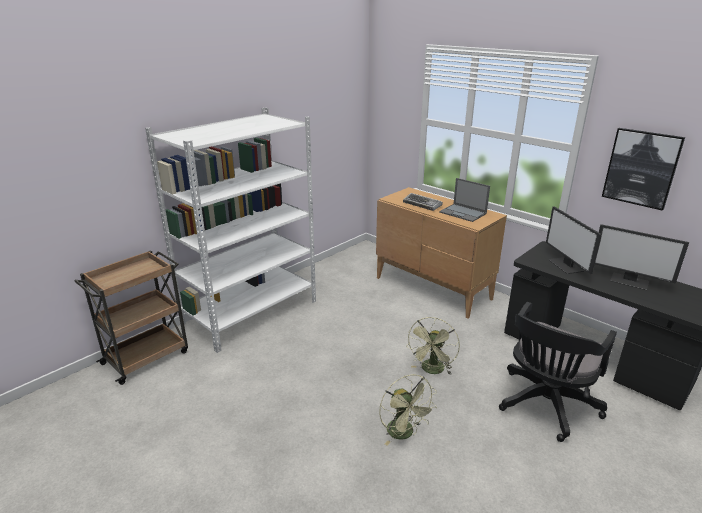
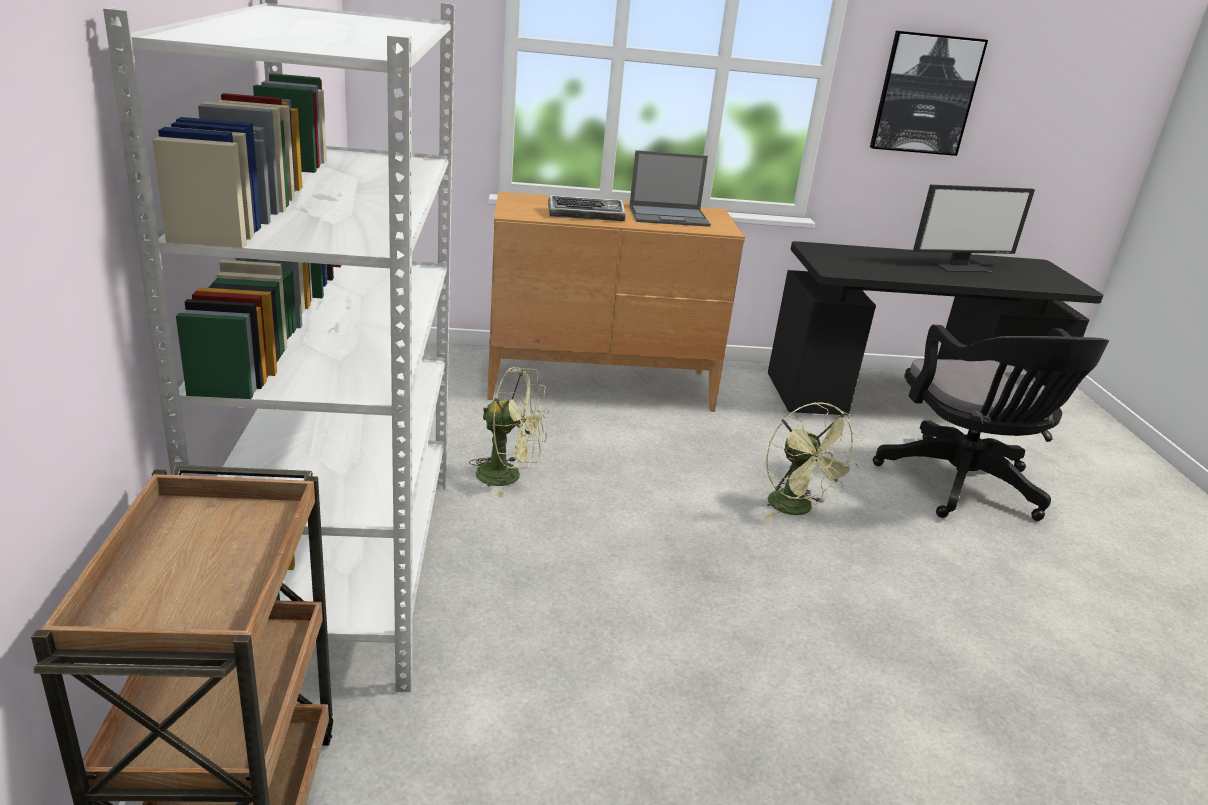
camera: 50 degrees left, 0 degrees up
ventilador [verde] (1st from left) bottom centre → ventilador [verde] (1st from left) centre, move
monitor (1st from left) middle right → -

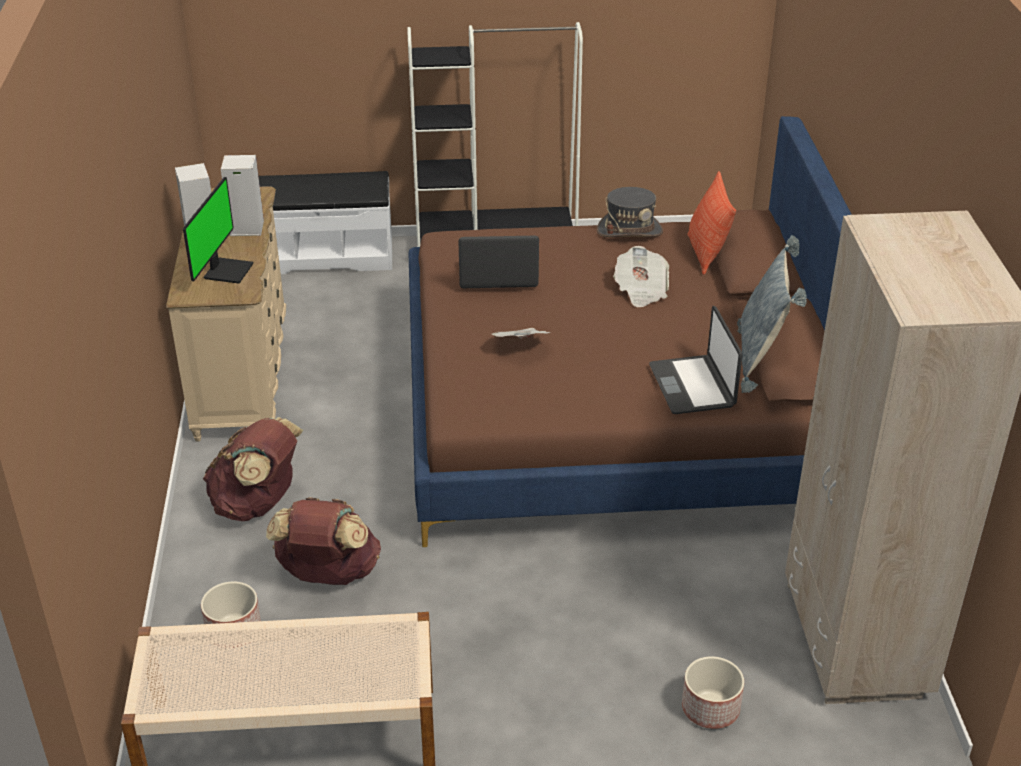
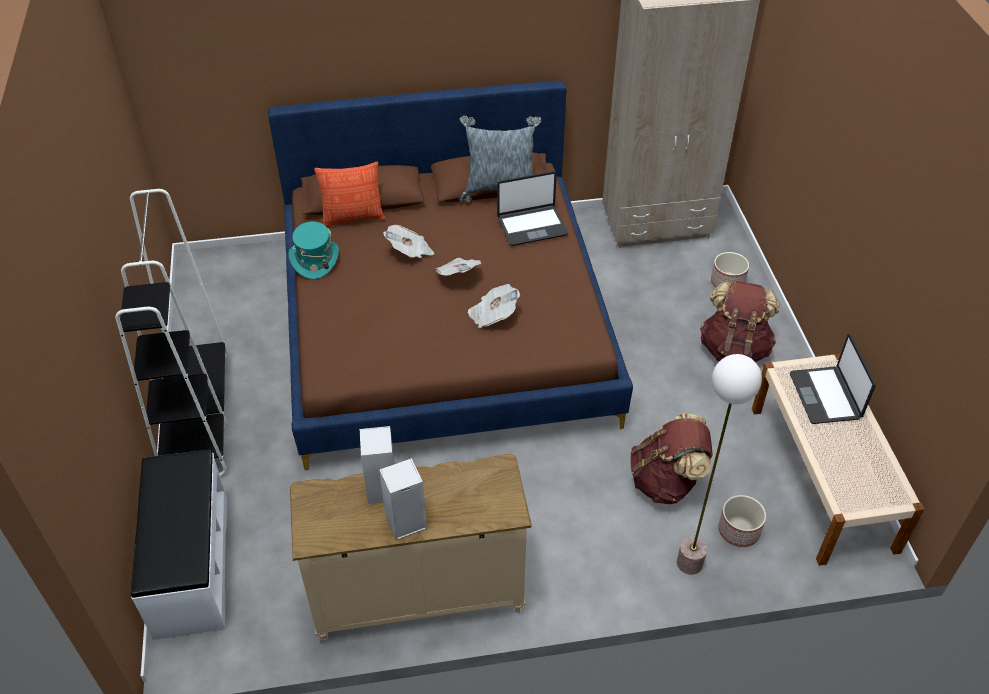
camera: 95 degrees left, 10 degrees up
sombrero [gris] top centre → sombrero [turquesa] middle left
- → periódico (2nd from left) centre
- → lámpara de pie bottom right
mochila [marrón] (1st from left in the first image) middle left → mochila [marrón] (2nd from left) middle right, move
portátil (1st from left in the first image) centre → portátil (2nd from left) middle right, move
monitor top left → -

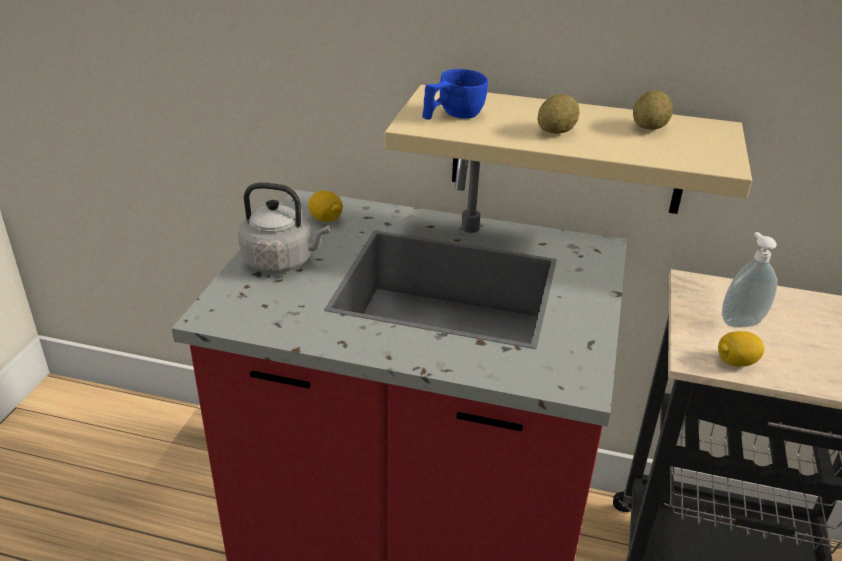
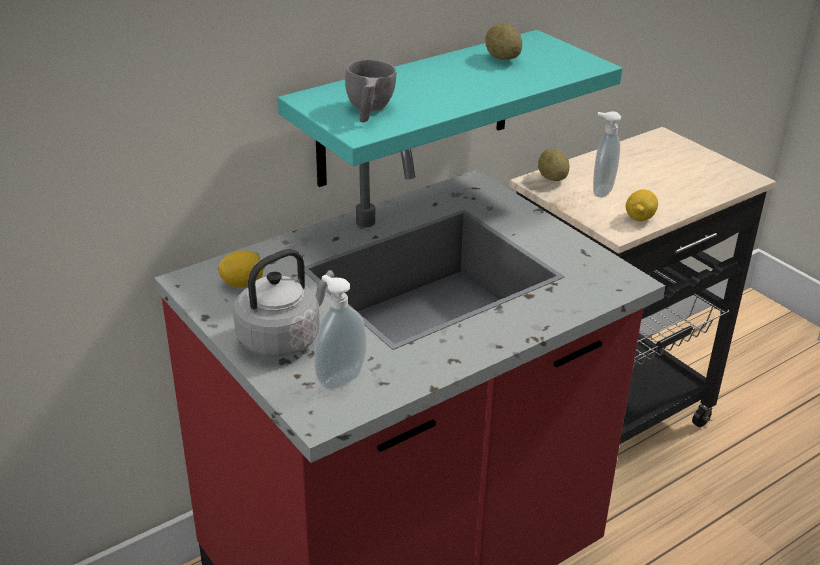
camera: 50 degrees left, 0 degrees up
estante [beis] top right → estante [turquesa] top centre
- → dispensador de jabón (1st from left) centre
taza [azul] top centre → taza [gris] top centre
patata (1st from left in the first image) top centre → patata (2nd from left) top right, move

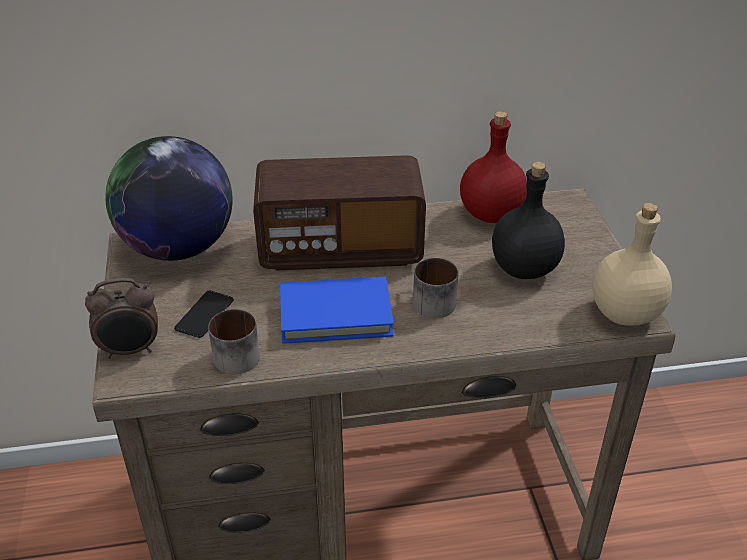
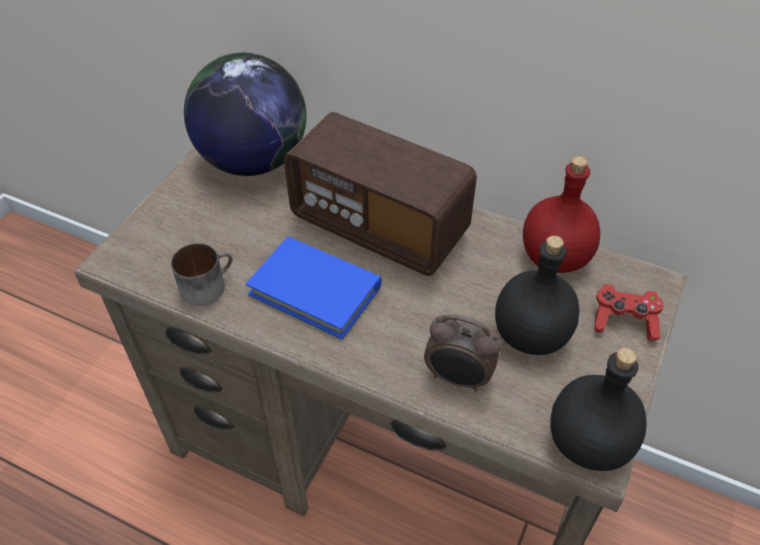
camera: 35 degrees right, 10 degrees up
despertador middle left → despertador centre, move
botella [beis] middle right → botella [negro] (2nd from left) bottom right
- → mando de consola [rojo] middle right
móvil middle left → -
taza grande (2nd from left) centre → -

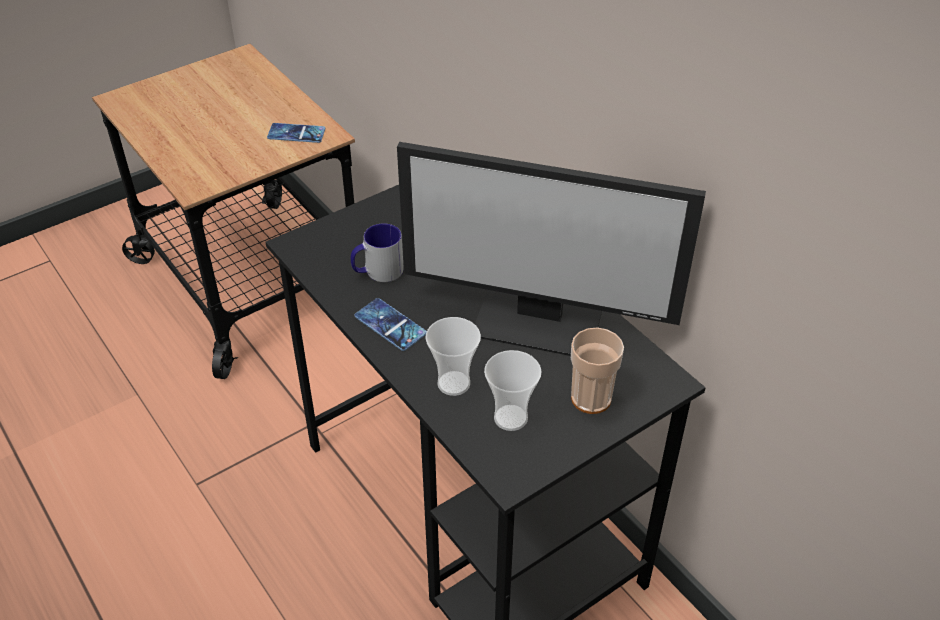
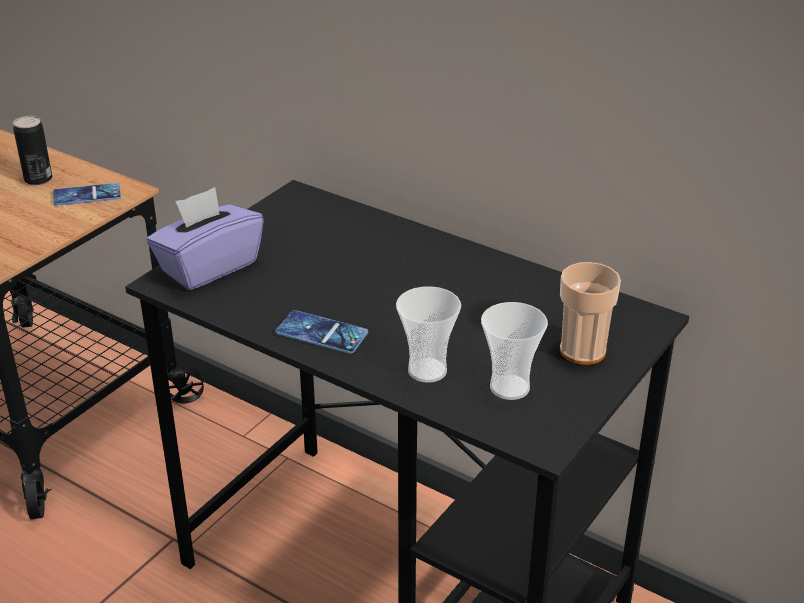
camera: 20 degrees left, 10 degrees down
- → lata top left
- → caja de pañuelos [morado] middle left
taza grande centre → -
monitor centre → -

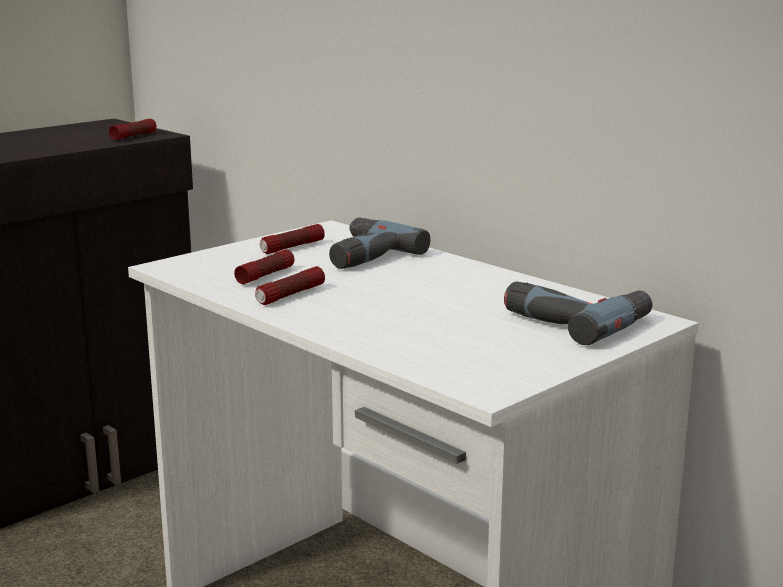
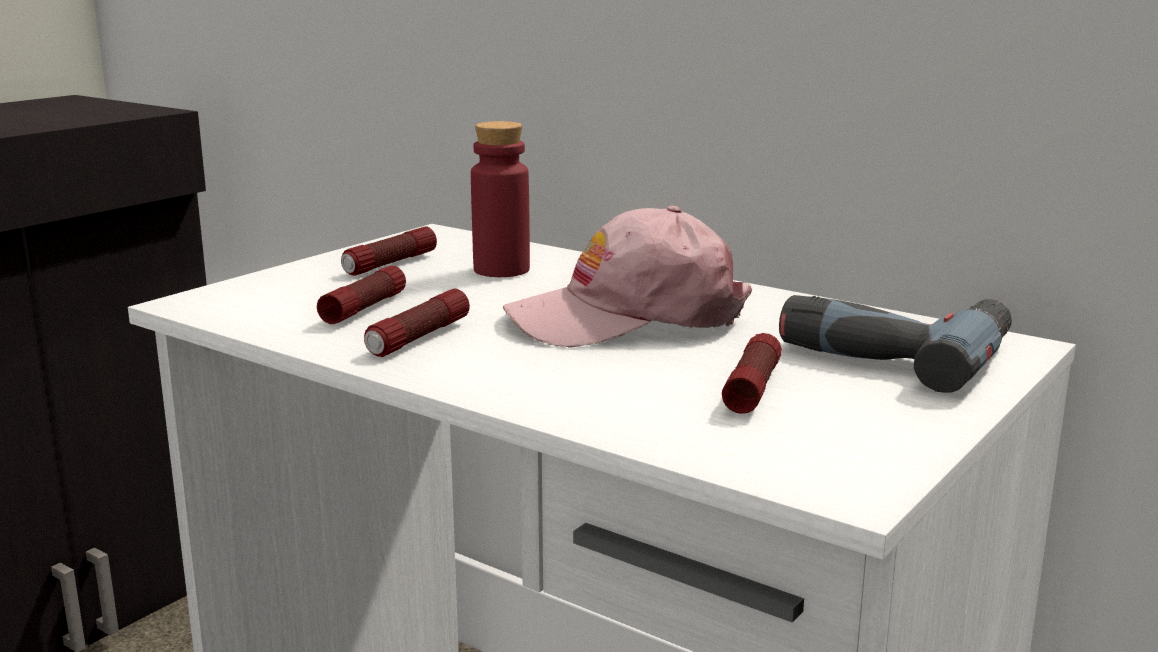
camera: 10 degrees left, 0 degrees up
taladro (1st from left) centre → botella [rojo] top centre
- → gorra [rosa] centre
linterna (1st from left in the first image) top left → linterna (4th from left) centre, move

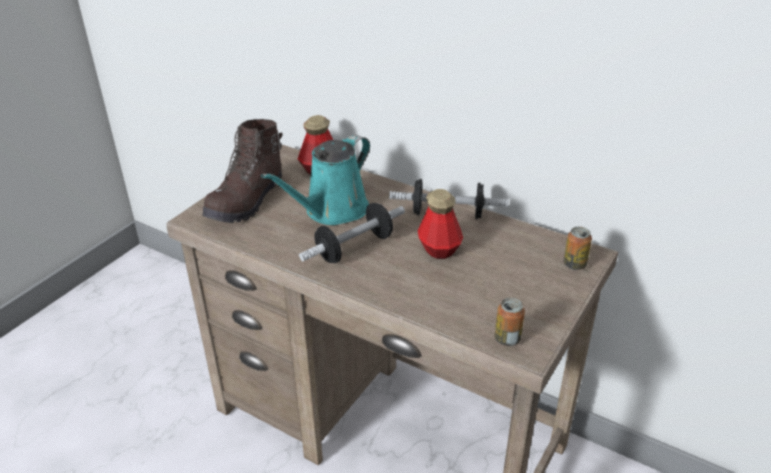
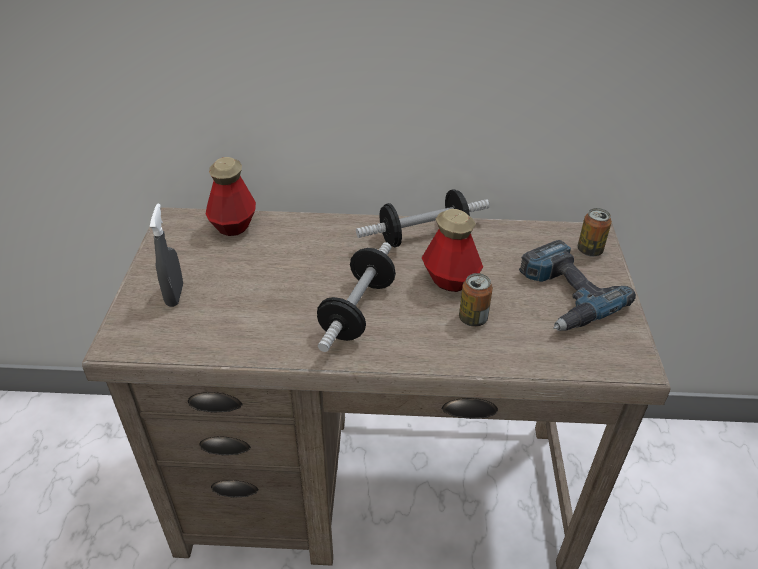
camera: 30 degrees left, 5 degrees up
bota [marrón] middle left → pulverizador [gris] middle left
lata (1st from left) bottom centre → lata (1st from left) centre, move
- → taladro middle right
regadera [turquesa] centre → -

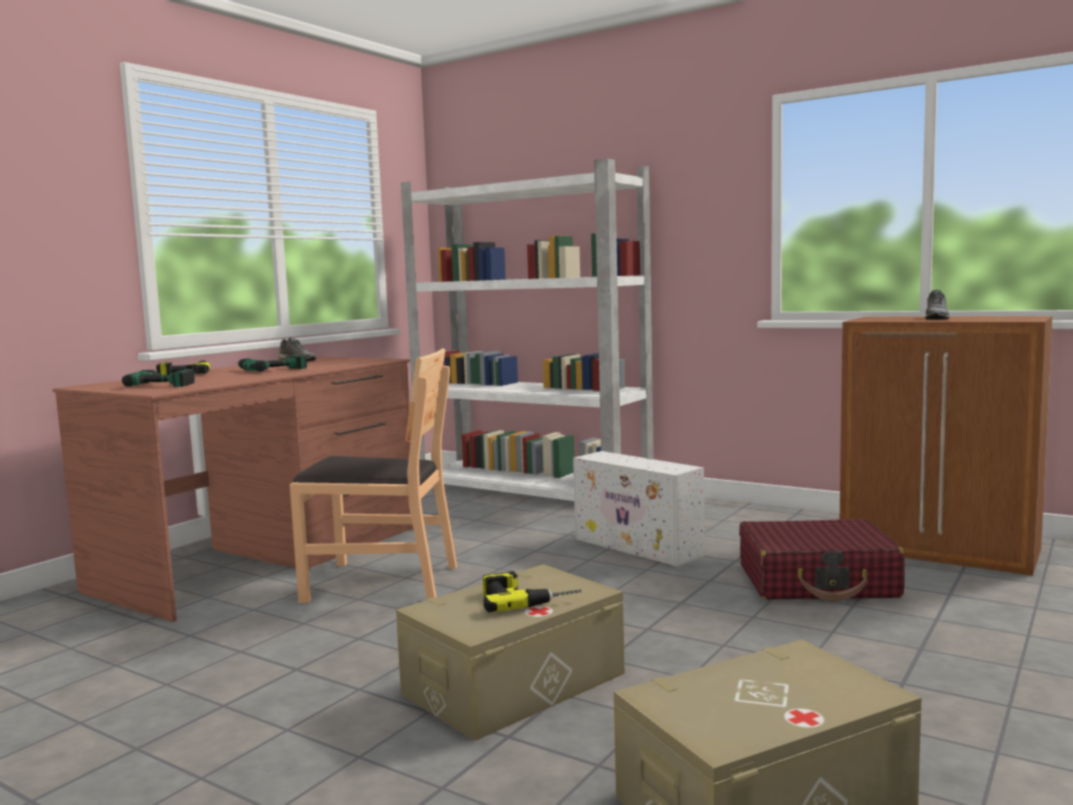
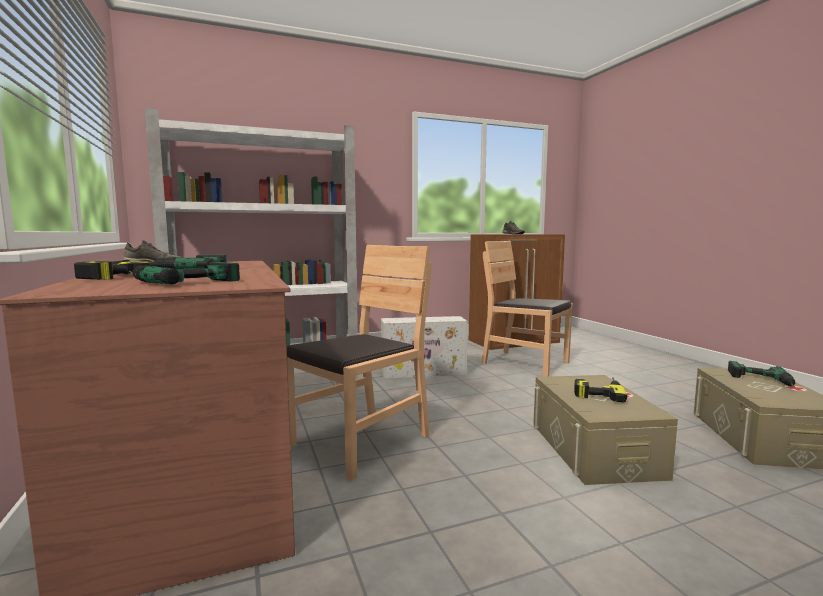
camera: 55 degrees left, 0 degrees up
maleta [rojo] bottom right → silla [marrón] (2nd from left) centre
- → taladro (5th from left) middle right

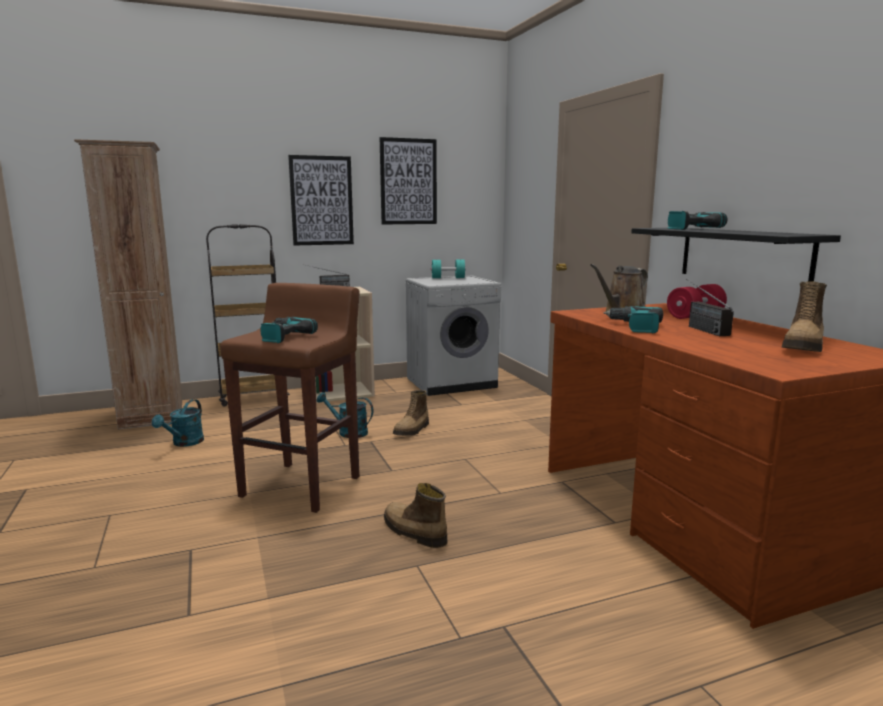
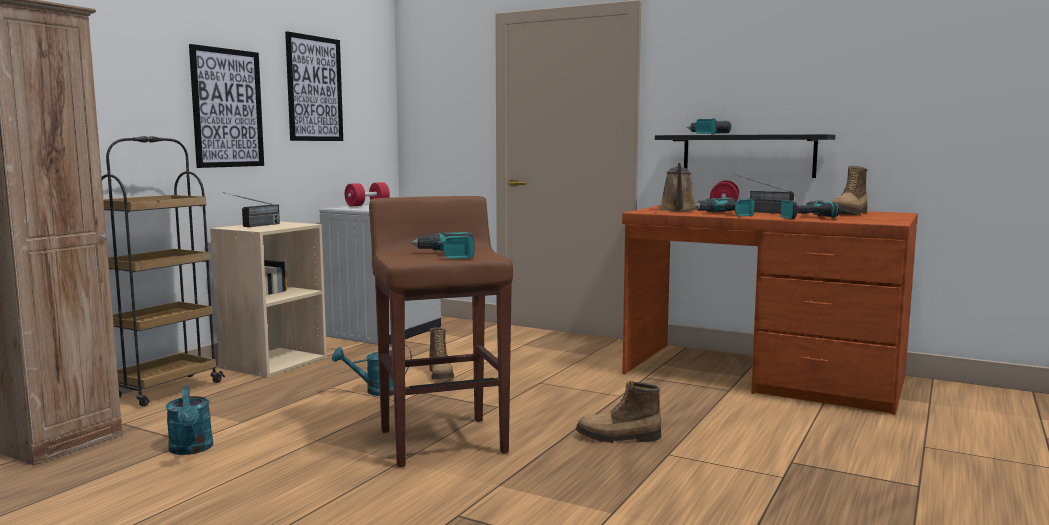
camera: 40 degrees left, 5 degrees down
mancuerna [turquesa] centre → mancuerna [rojo] (1st from left) centre
- → taladro (4th from left) middle right
bota (3rd from left) middle right, 45 degrees clockwise

